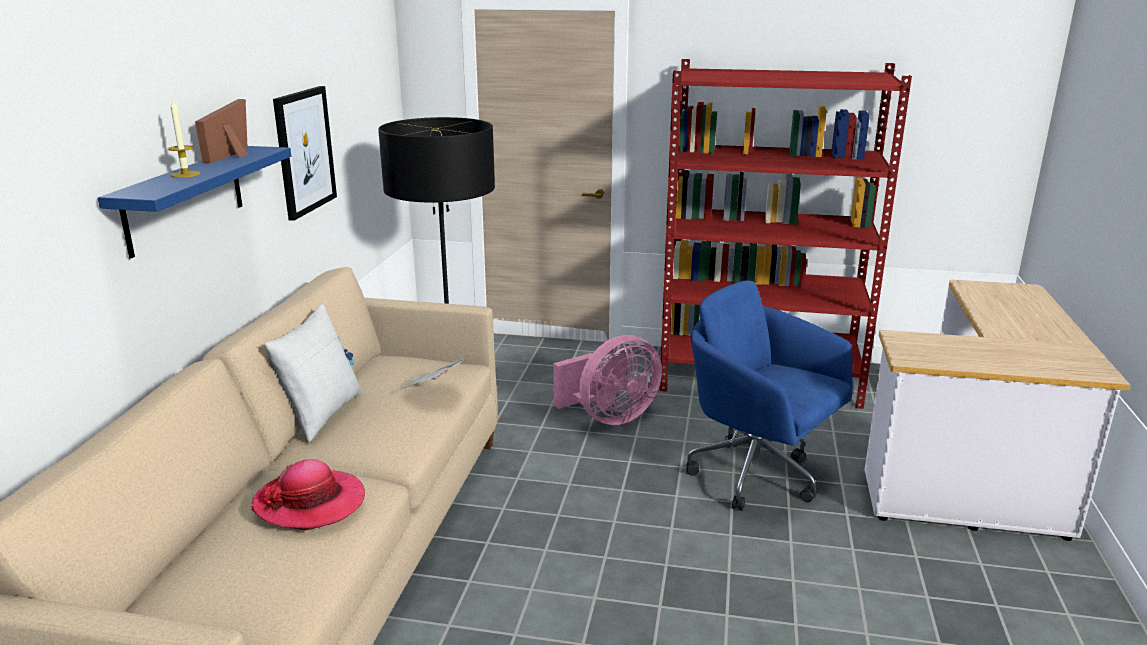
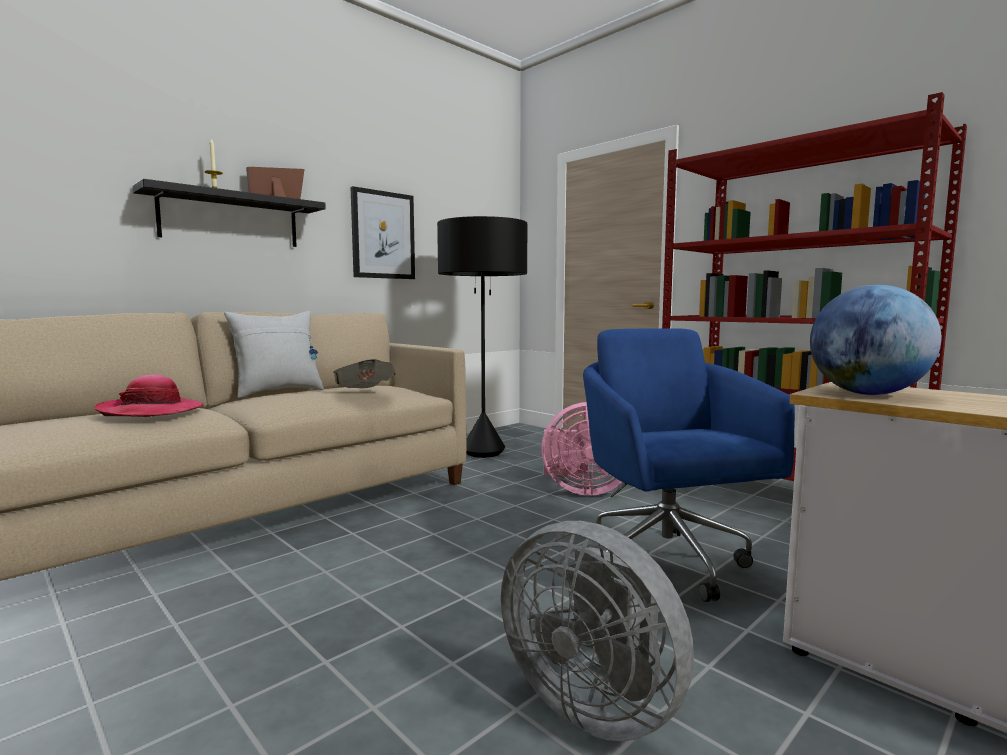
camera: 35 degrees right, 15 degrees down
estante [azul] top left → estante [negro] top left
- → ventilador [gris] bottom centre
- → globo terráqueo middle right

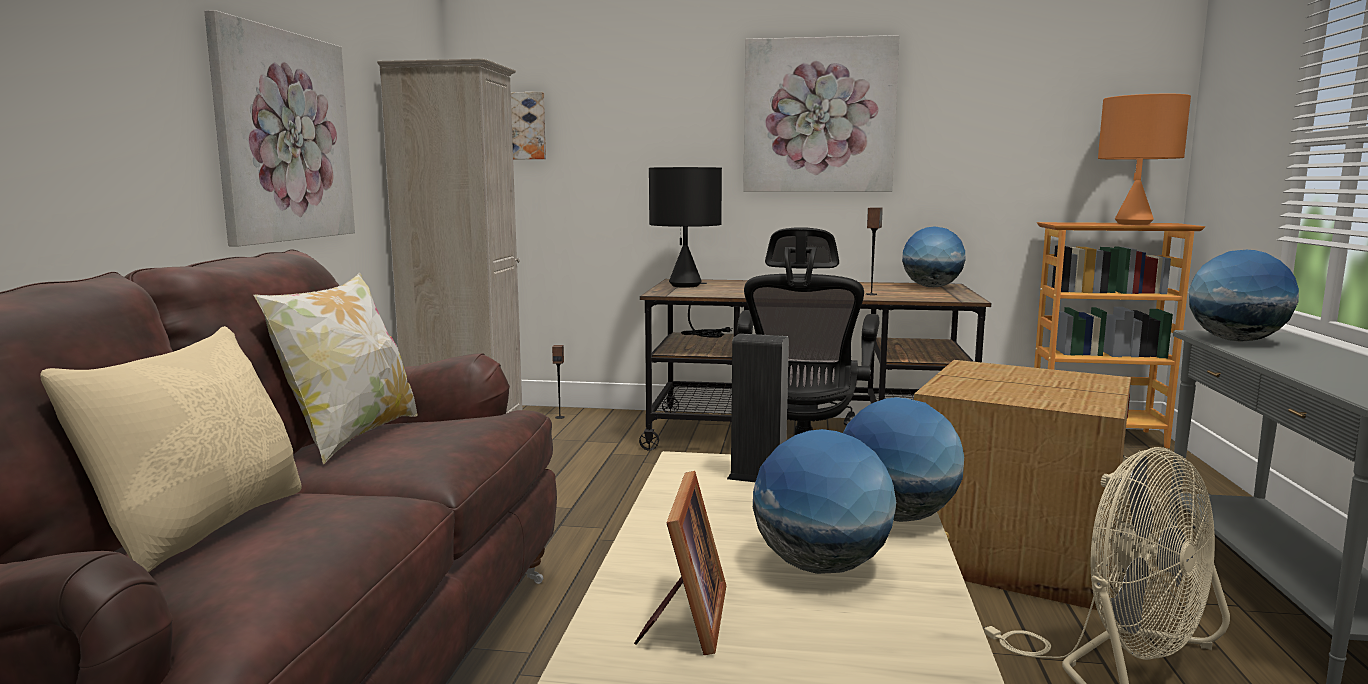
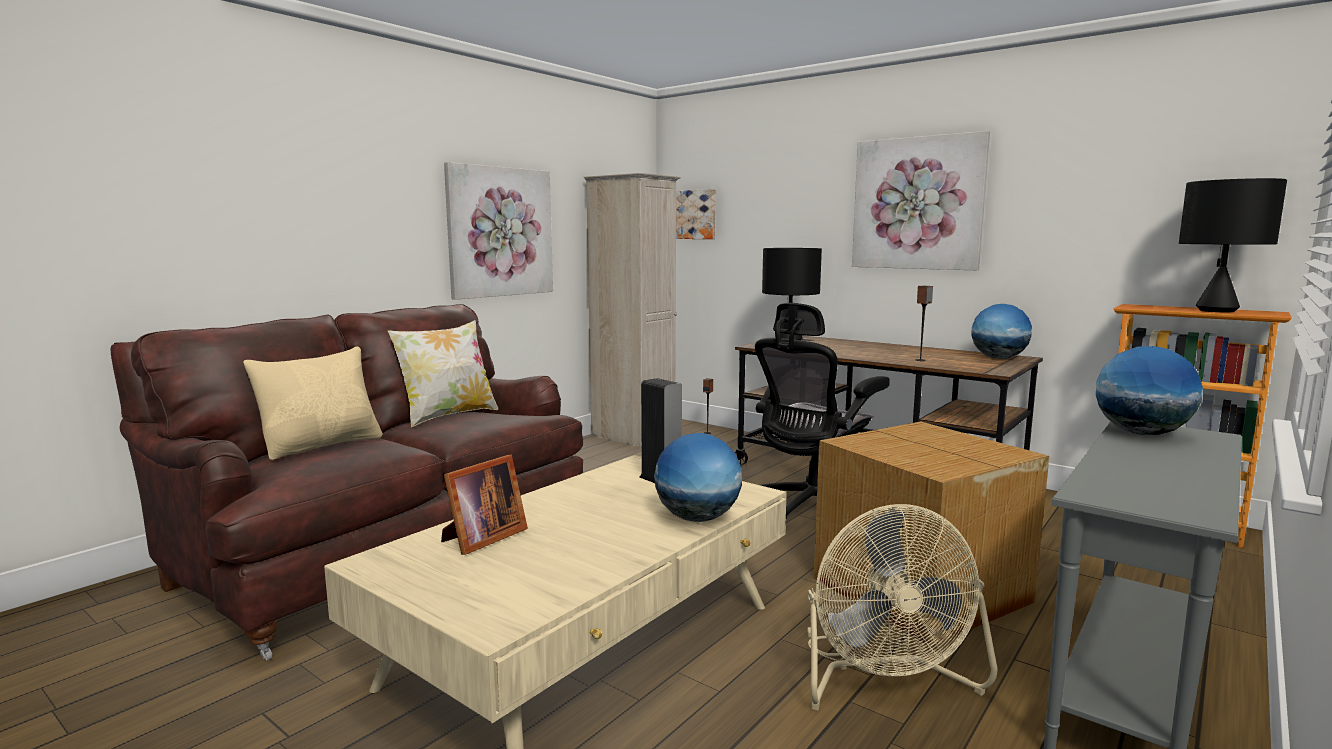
camera: 30 degrees right, 0 degrees up
lámpara de mesa [naranja] top right → lámpara de mesa [negro] (2nd from left) top right
globo terráqueo (1st from left) bottom centre → -

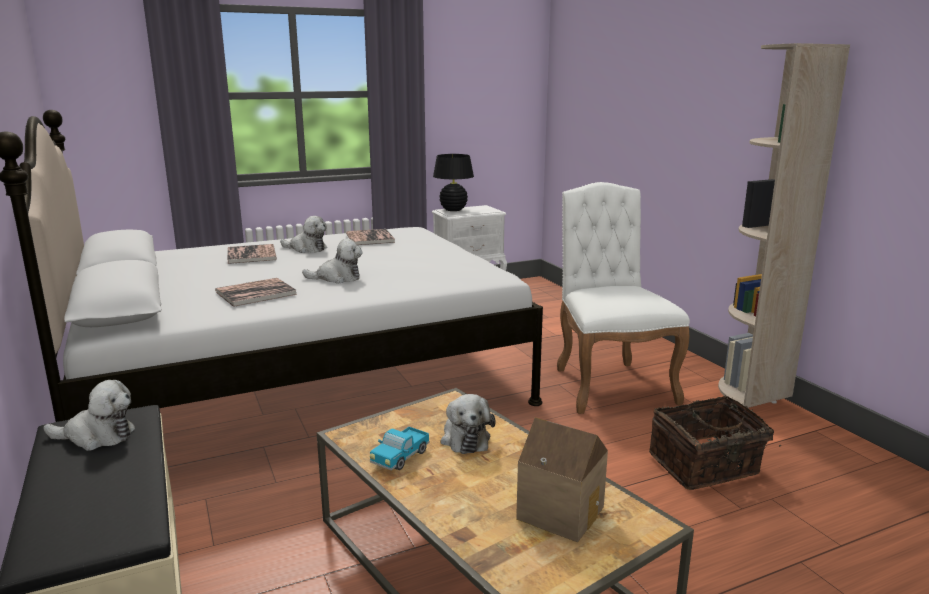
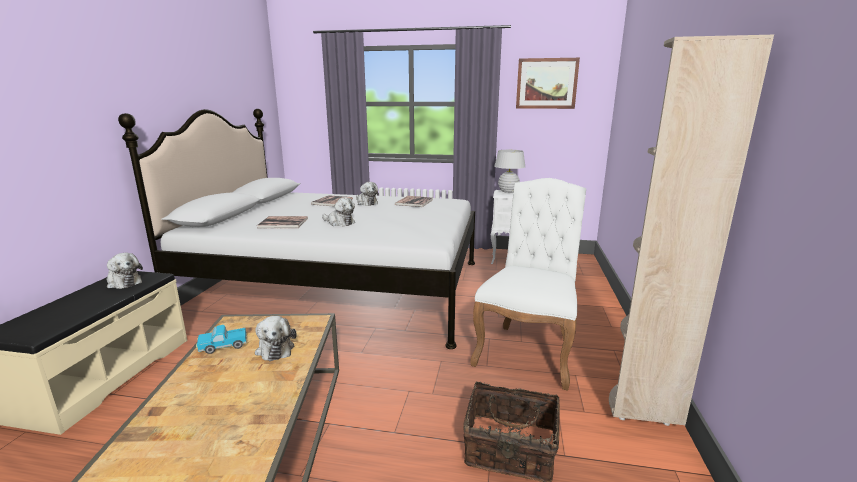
camera: 35 degrees right, 0 degrees up
peluche (4th from left in the first image) bottom centre → peluche (2nd from left) bottom left, 45 degrees counterclockwise
lámpara de mesa [negro] top centre → lámpara de mesa [blanco] centre
- → cuadro top centre
casita bottom centre → -

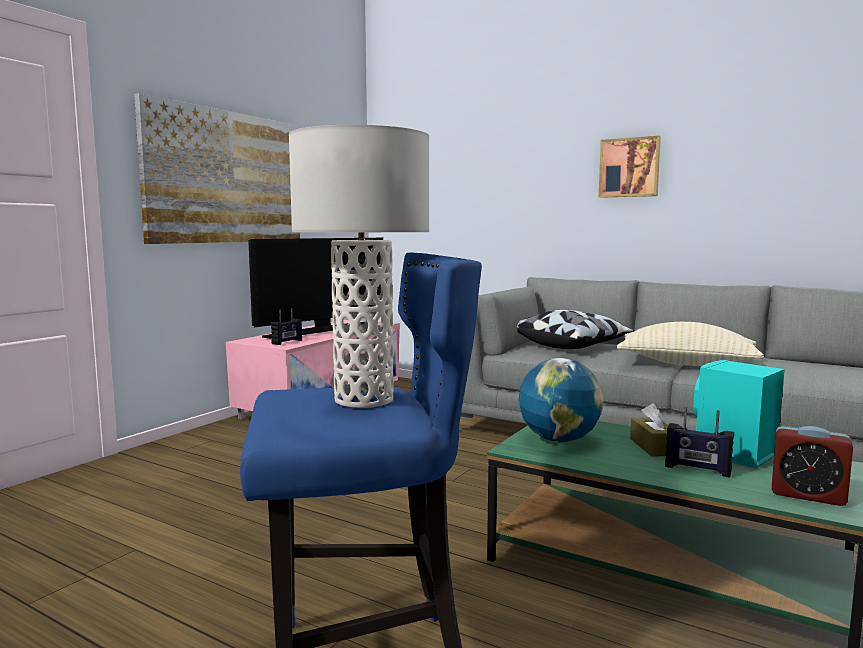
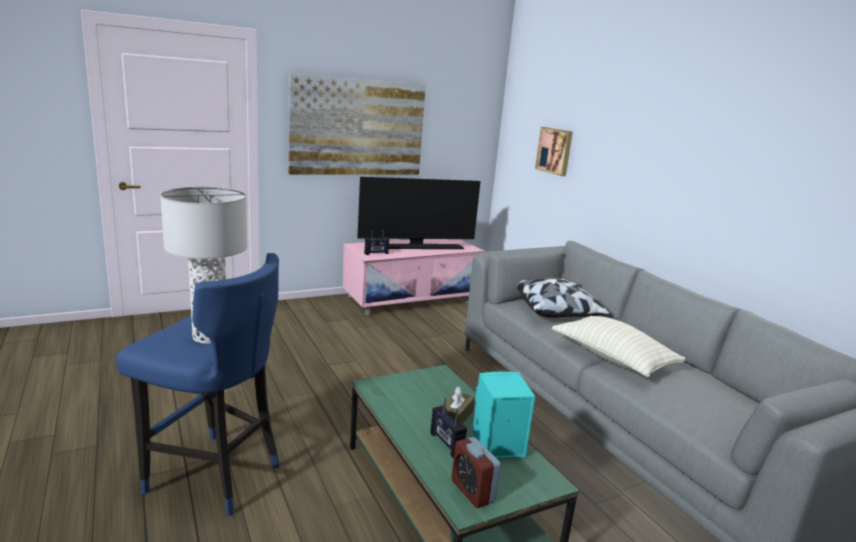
camera: 30 degrees right, 10 degrees up
cuadro (2nd from left) top right → cuadro (2nd from left) top centre, move
globo terráqueo centre → -

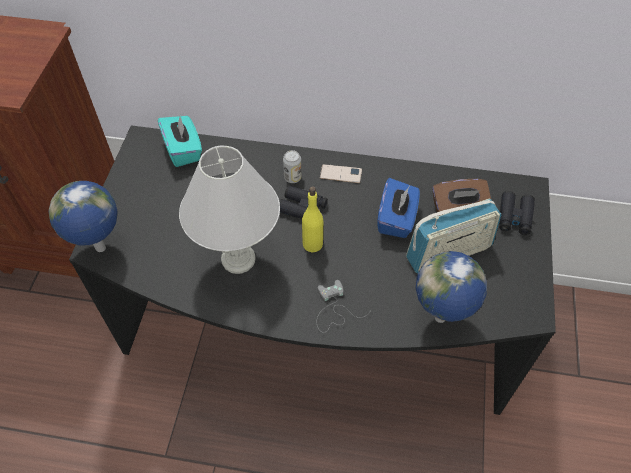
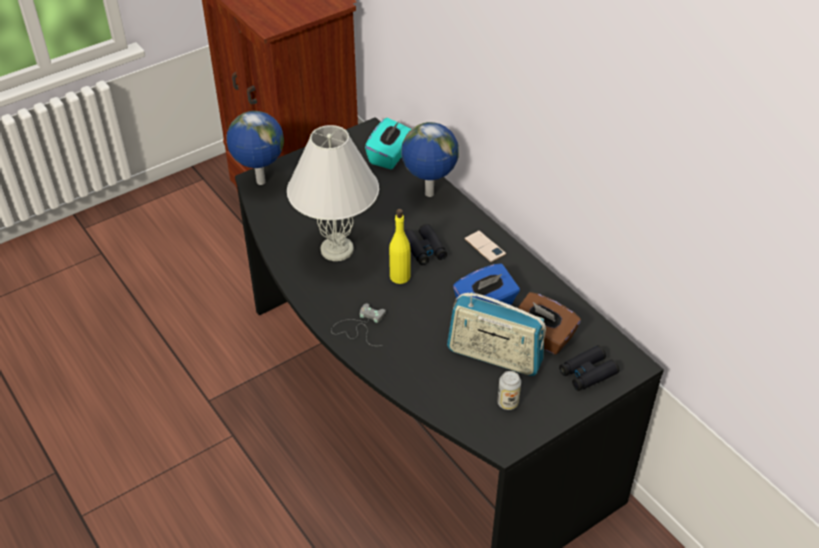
camera: 45 degrees right, 10 degrees down
globo terráqueo (2nd from left) middle right → globo terráqueo (2nd from left) top centre, move
lata centre → lata bottom centre, move

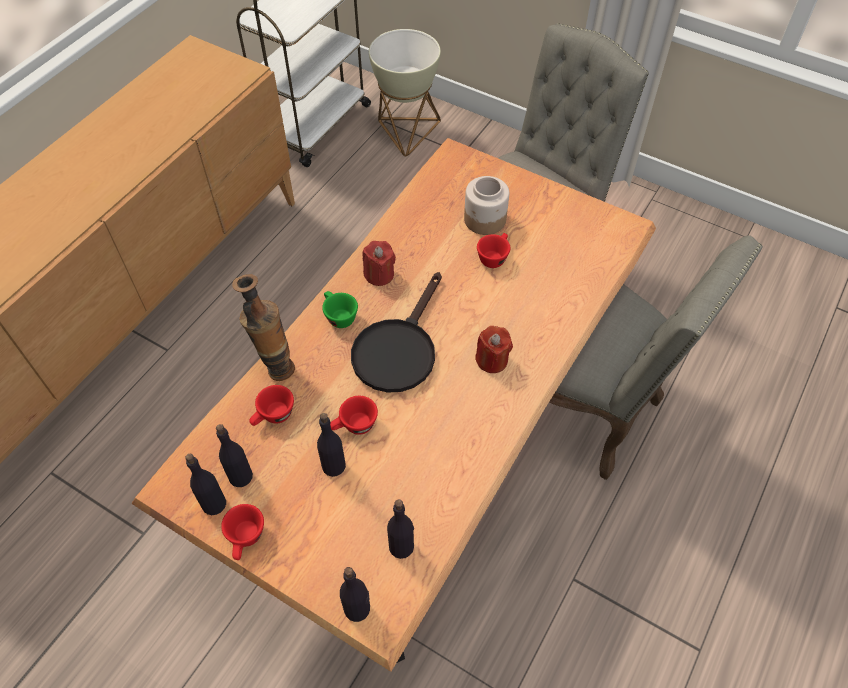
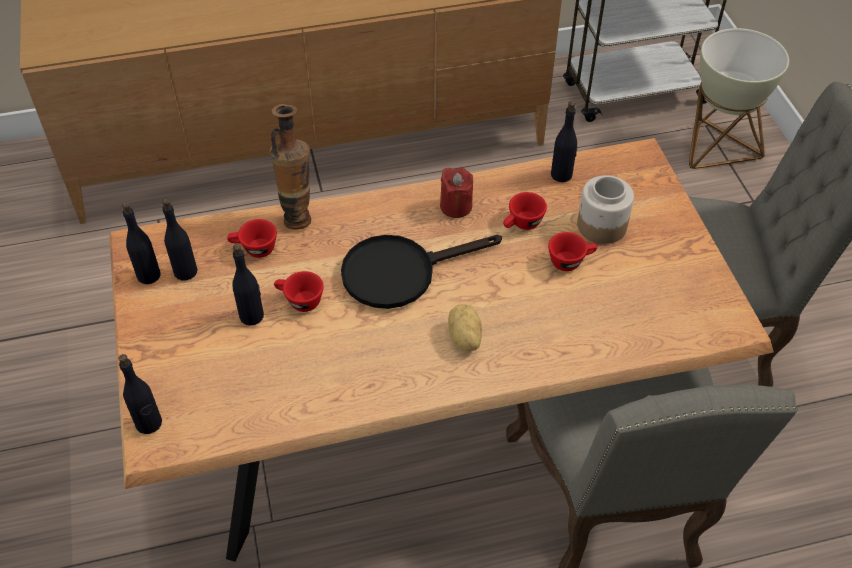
camera: 45 degrees right, 5 degrees down
vela [rojo] (2nd from left) centre → patata centre
taza [rojo] (1st from left in the first image) bottom left → taza [rojo] (3rd from left) centre, move
botella [negro] (5th from left) bottom centre → botella [negro] (5th from left) top centre, move
taza [verde] centre → -

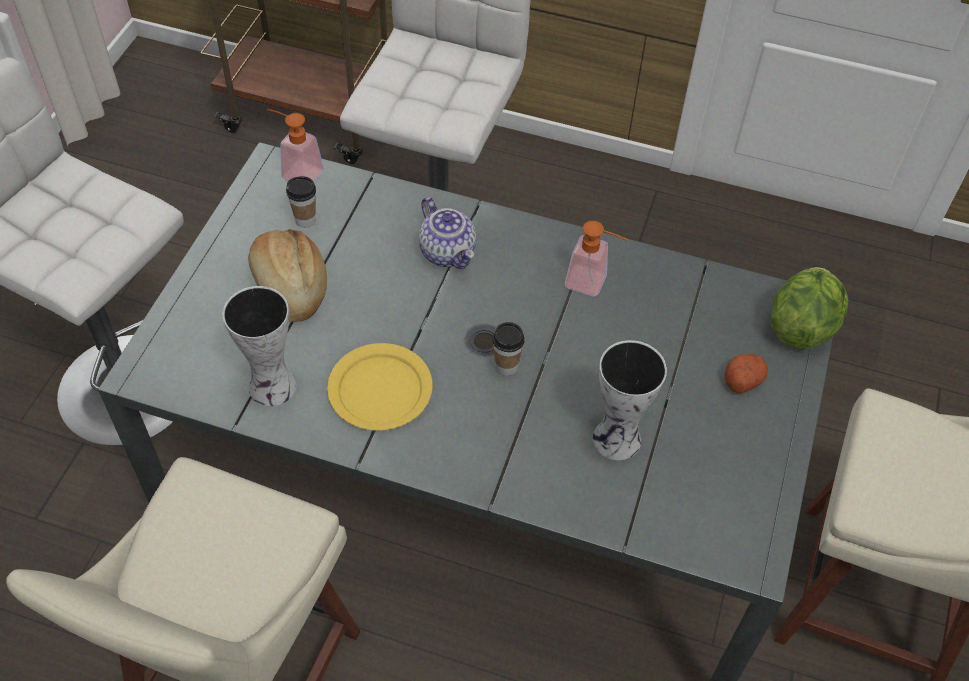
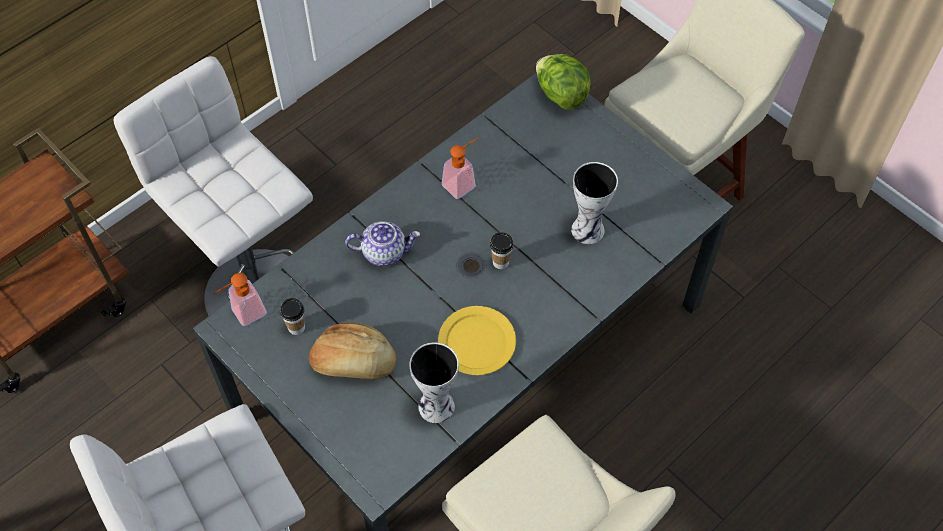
camera: 60 degrees left, 5 degrees up
patata middle right → -

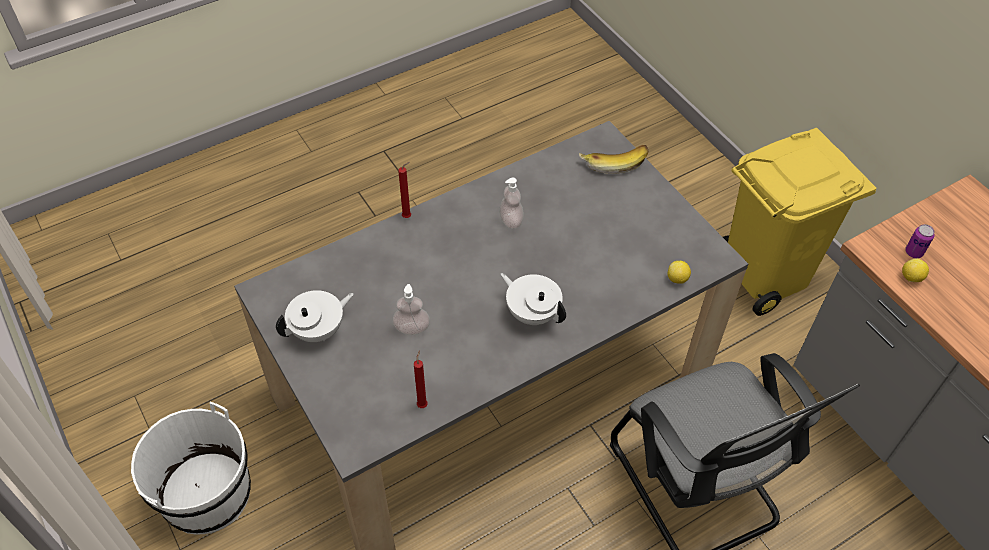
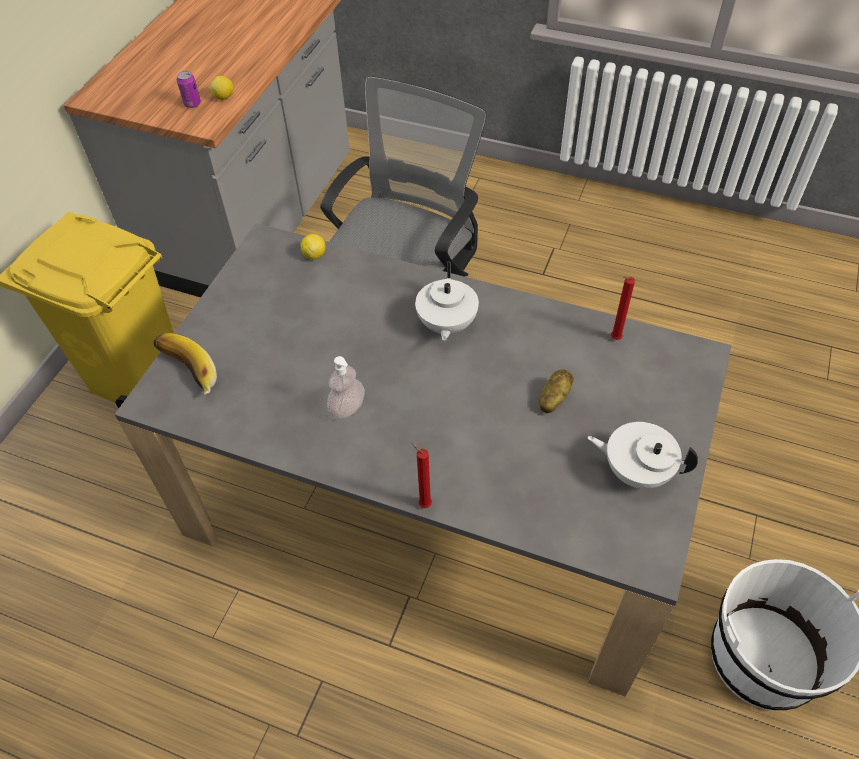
camera: 125 degrees left, 0 degrees up
dispensador de jabón (1st from left) centre → patata centre

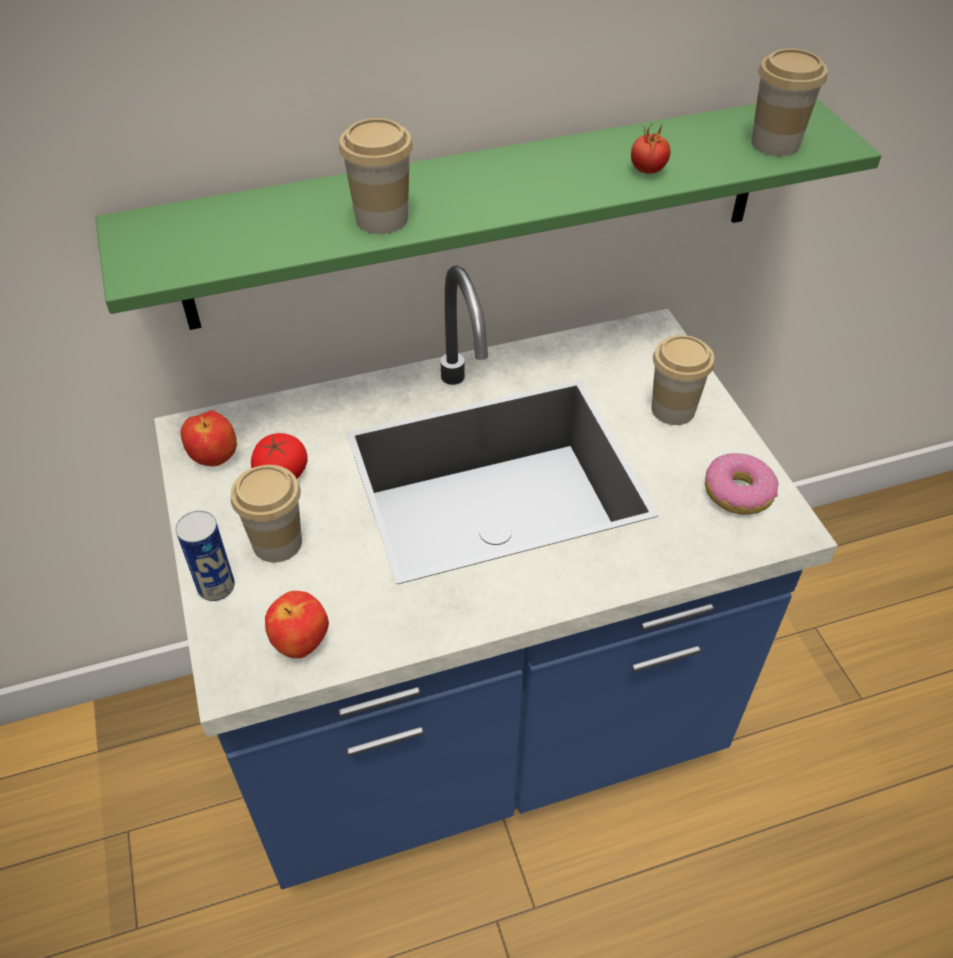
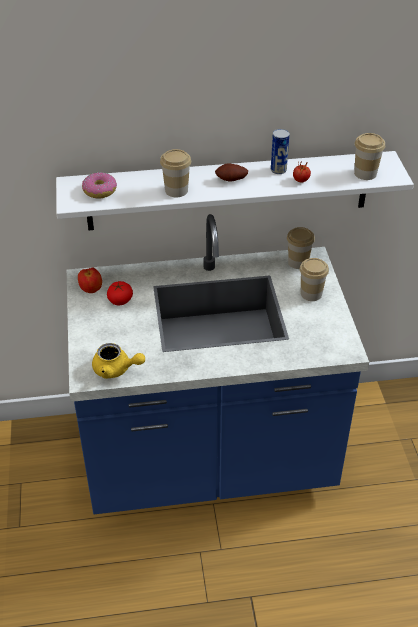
camera: 10 degrees right, 5 degrees down
estante [verde] top centre → estante [blanco] top centre
rosquilla middle right → rosquilla top left, move
manzana (2nd from left) middle left → tetera [amarillo] middle left
- → patata top centre
lata middle left → lata top right, move
taza (1st from left in the first image) middle left → taza (2nd from left) middle right, move

